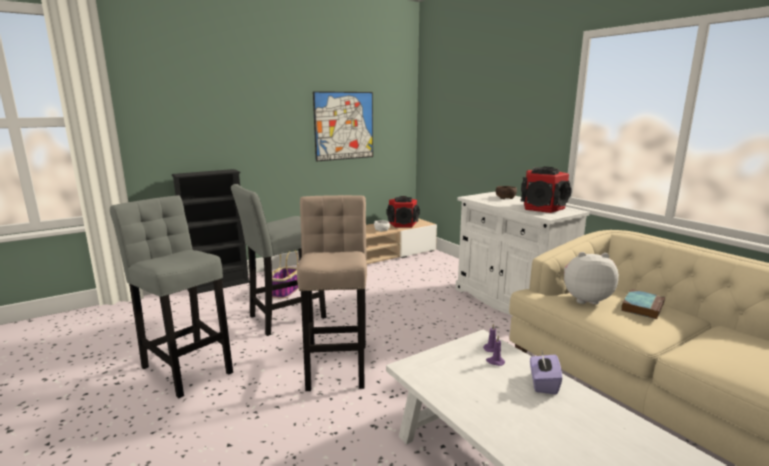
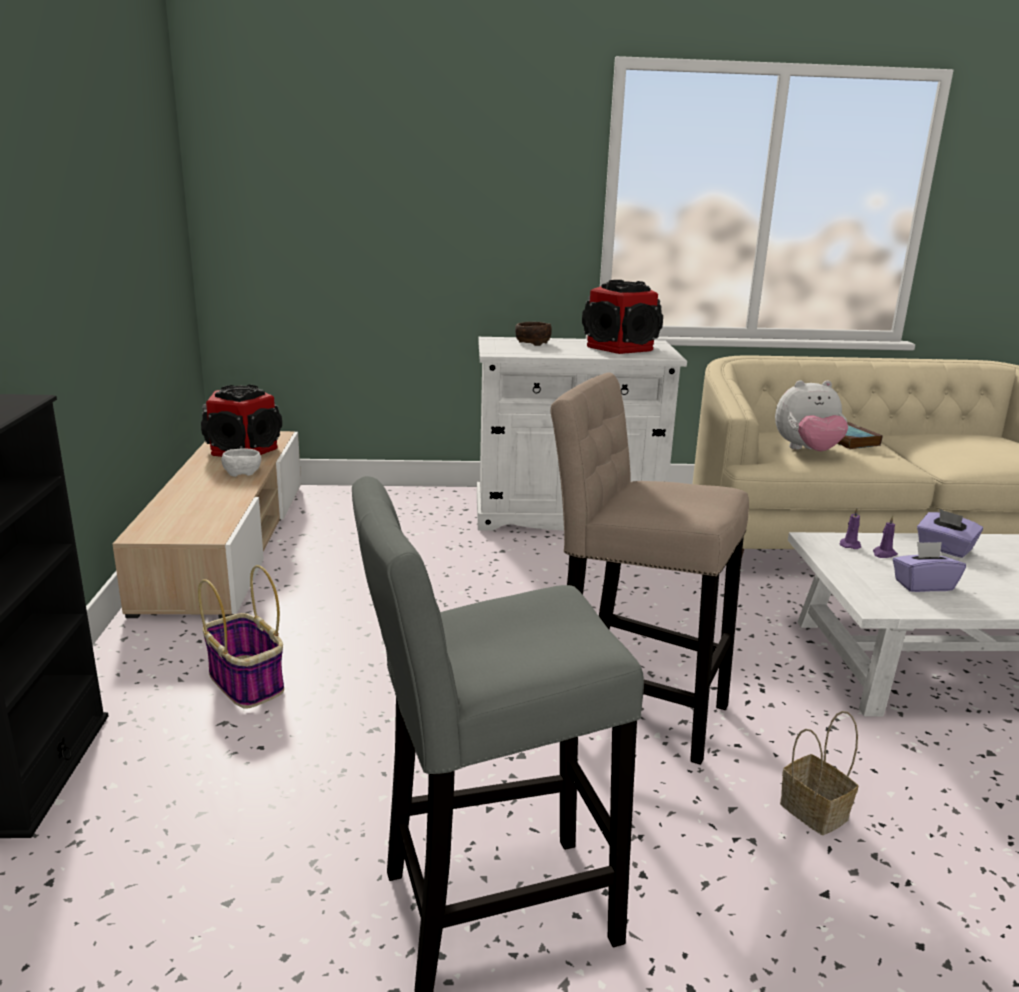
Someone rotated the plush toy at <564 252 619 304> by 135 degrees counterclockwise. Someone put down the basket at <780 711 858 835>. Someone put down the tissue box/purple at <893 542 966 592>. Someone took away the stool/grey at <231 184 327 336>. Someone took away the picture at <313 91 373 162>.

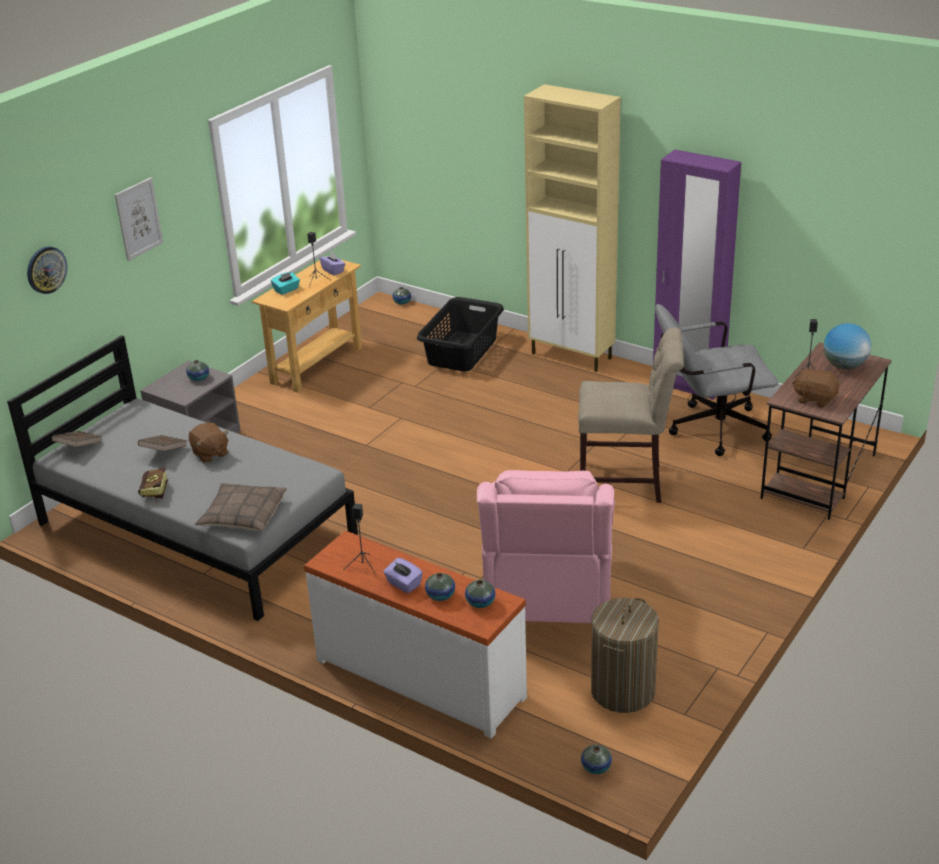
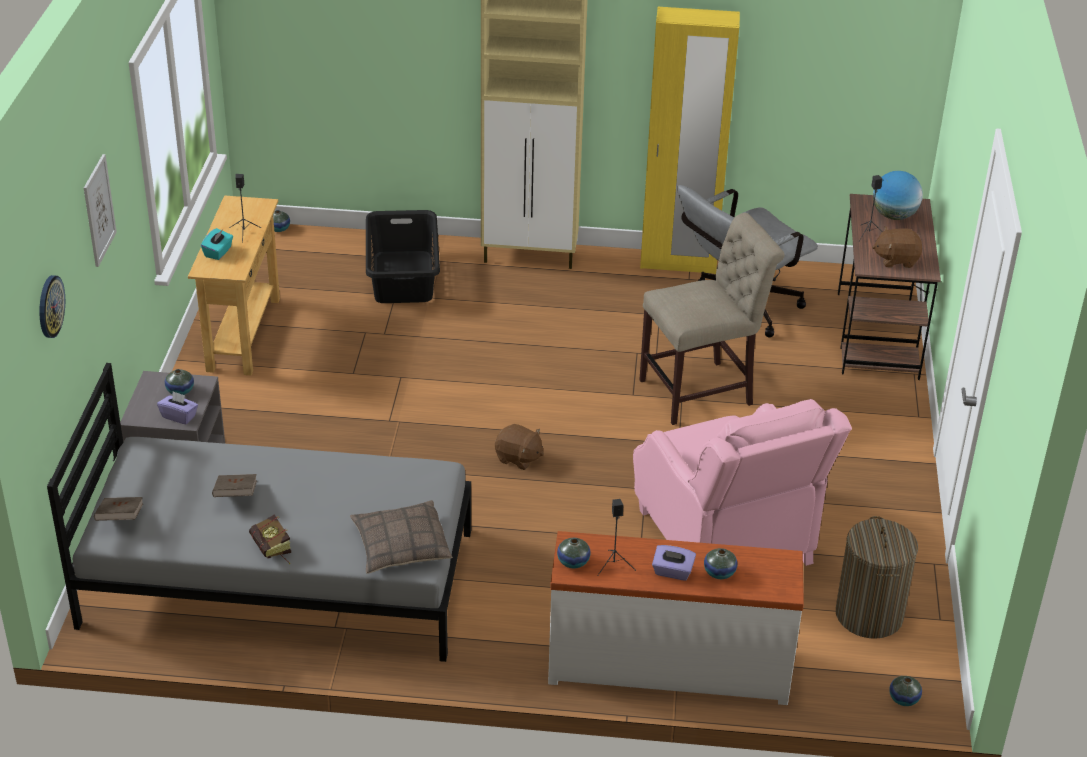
Someone carried the tissue box/purple from <319 251 345 275> to <157 391 198 425>. Someone carried the plush toy/brown from <189 423 228 463> to <495 424 544 470>. Someone carried the vase from <465 580 496 608> to <557 538 590 568>. Someone repainted the wardrobe/purple at <653 149 741 400>, which became the wardrobe/yellow at <640 7 740 274>.

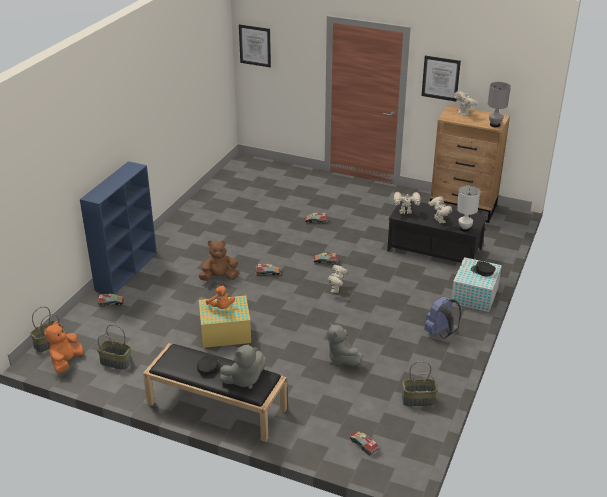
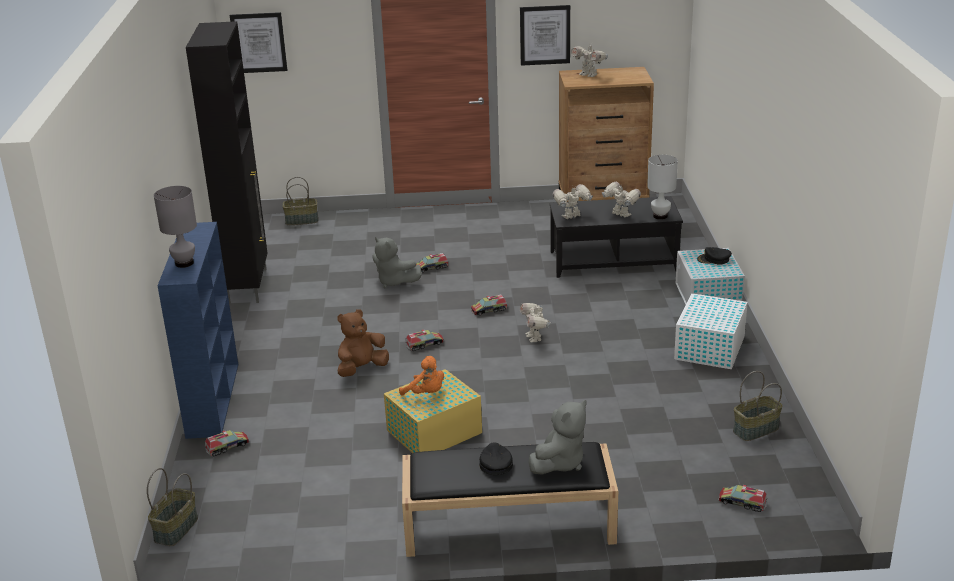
Someone carried the table lamp/grey from <488 82 511 127> to <154 186 197 268>. Someone put down the cabinet/black at <186 21 267 305>. Someone carried the basket from <97 325 132 370> to <283 177 318 225>. Someone carried the plush toy/grey from <327 322 363 366> to <372 237 422 288>. Someone swapped the backpack/blue at <424 297 461 338> for the storage box/white at <674 293 748 369>. Someone took away the plush toy/orange at <44 321 84 373>.

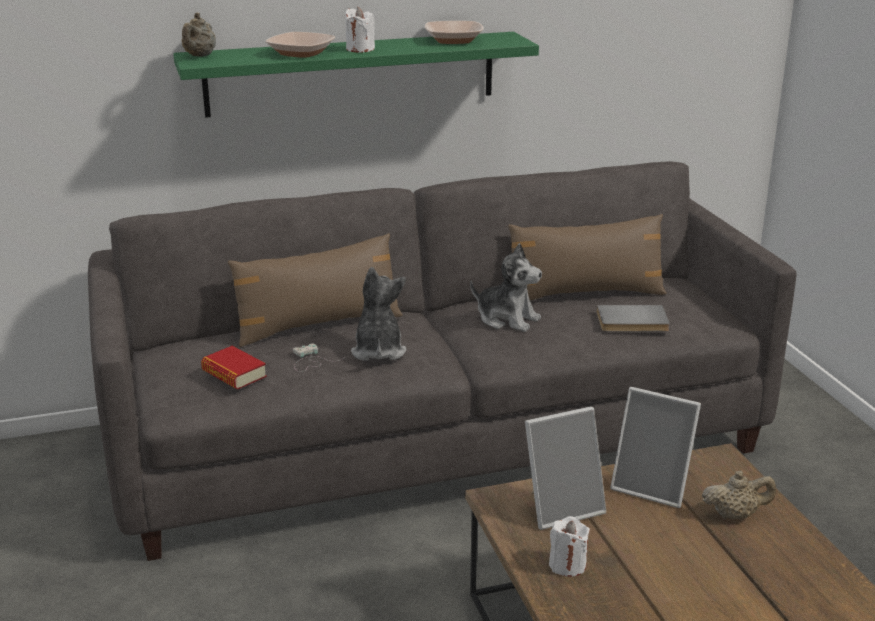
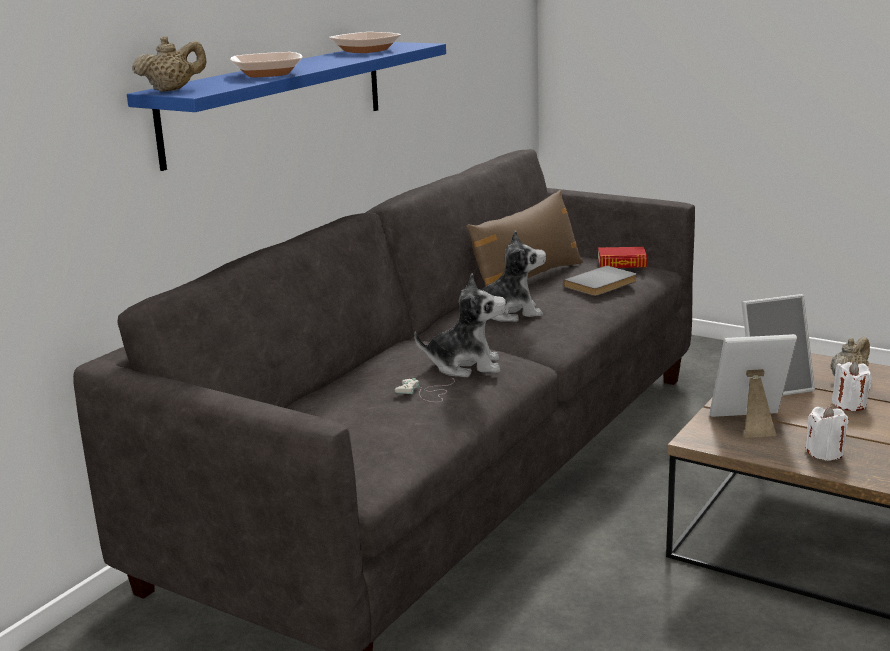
Someone repainted the shelf/green at <173 32 539 118>, which became the shelf/blue at <127 42 446 171>. Someone rotated the teapot/beige at <181 12 216 57> by 90 degrees counterclockwise. Someone rotated the plush toy at <351 267 406 361> by 135 degrees clockwise. Someone carried the book from <201 346 267 390> to <598 247 647 268>. Someone rotated the picture frame at <525 406 606 530> by 120 degrees counterclockwise. Someone carried the candle/white from <345 7 375 53> to <832 361 872 411>. Someone took away the pillow/brown at <228 233 403 347>.

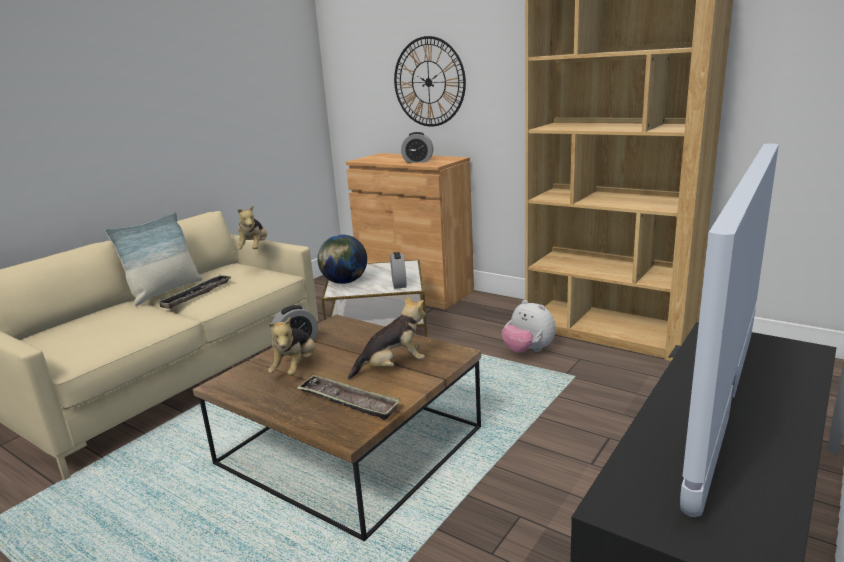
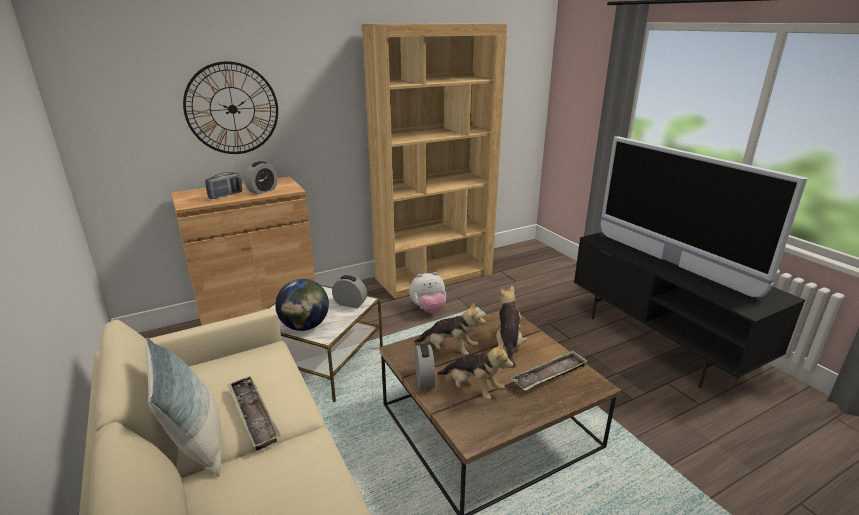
Someone put down the radio at <205 172 242 199>. Someone carried the plush toy from <237 205 267 249> to <414 302 485 355>.

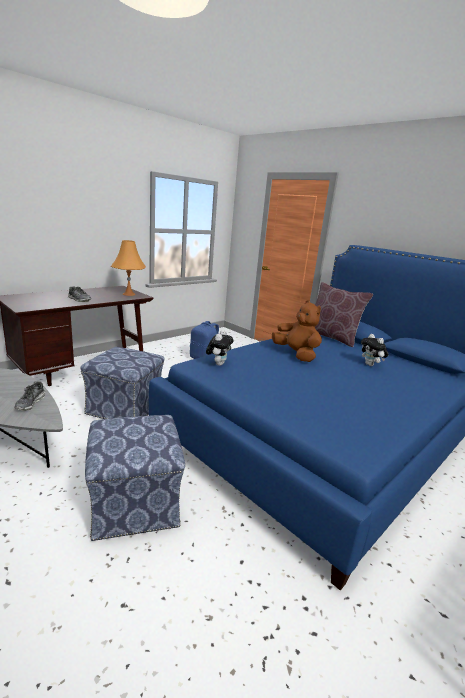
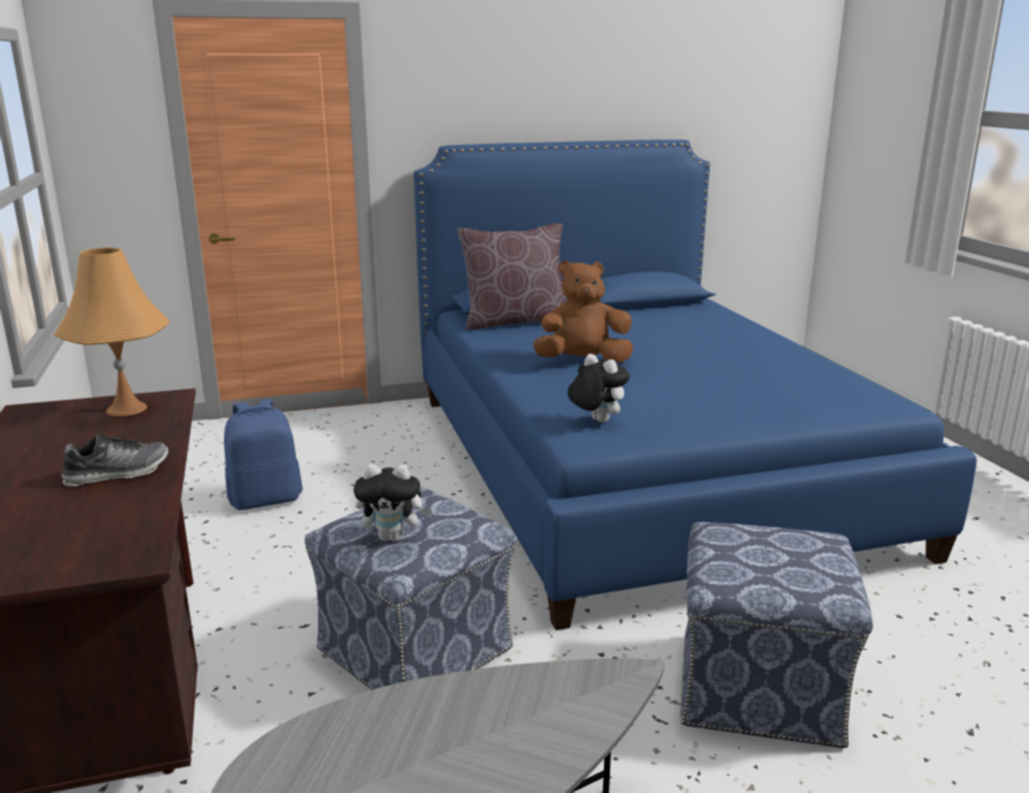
Someone carried the plush toy from <361 334 389 366> to <354 464 431 542>. Someone took away the shoe at <14 381 45 411>.

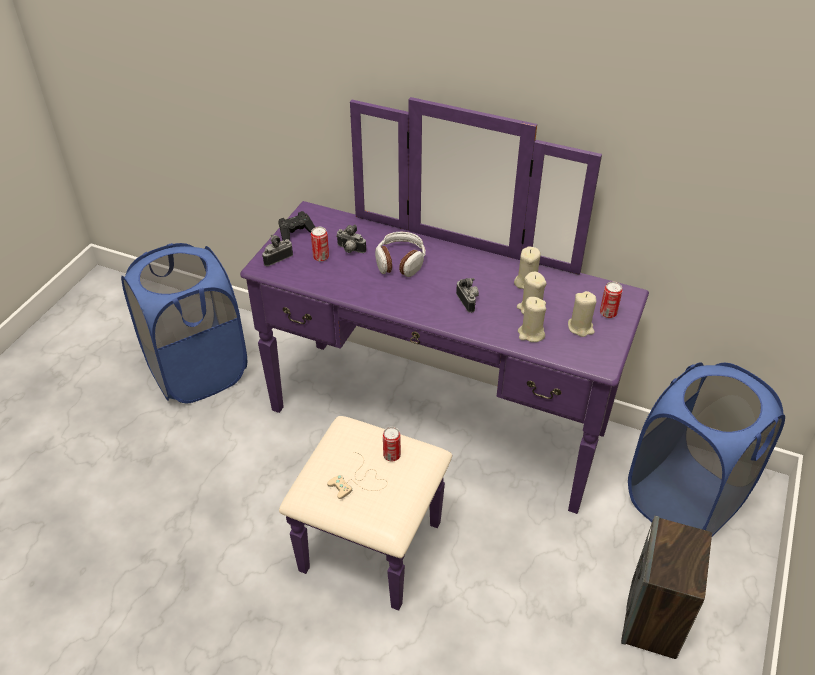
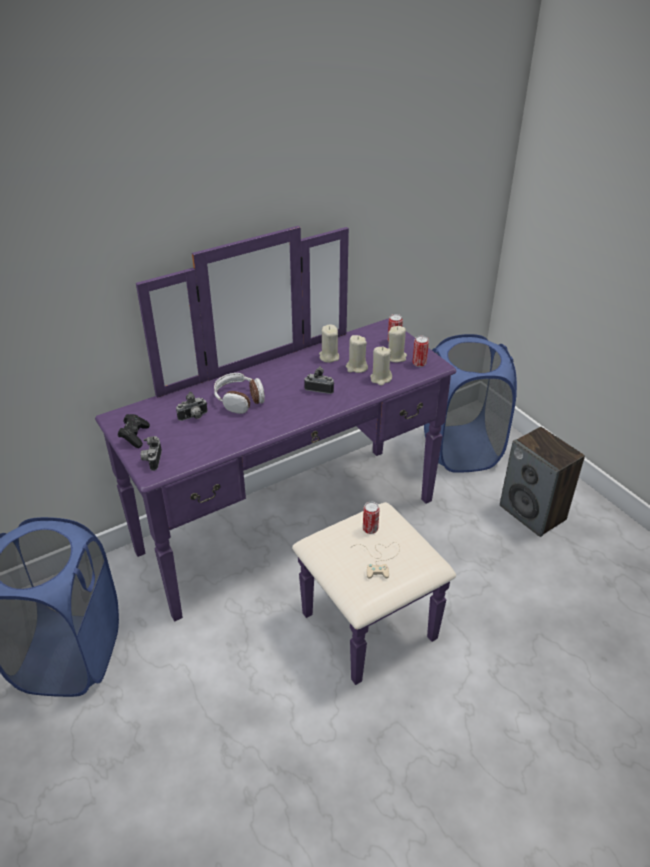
Someone carried the can from <311 227 329 262> to <413 336 429 367>.

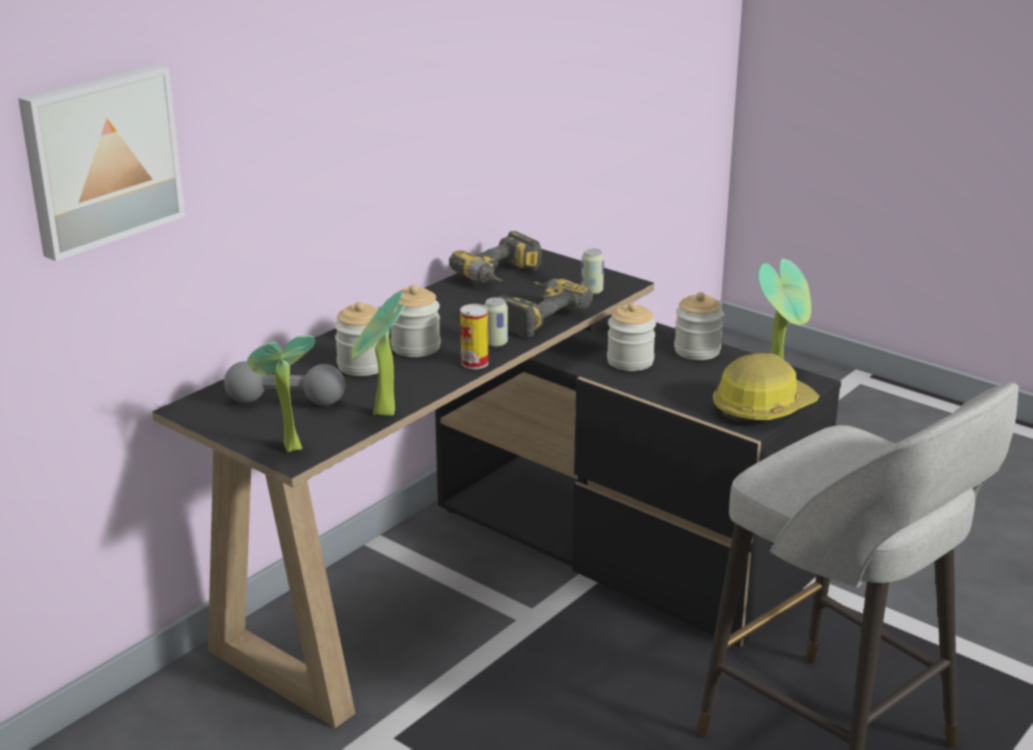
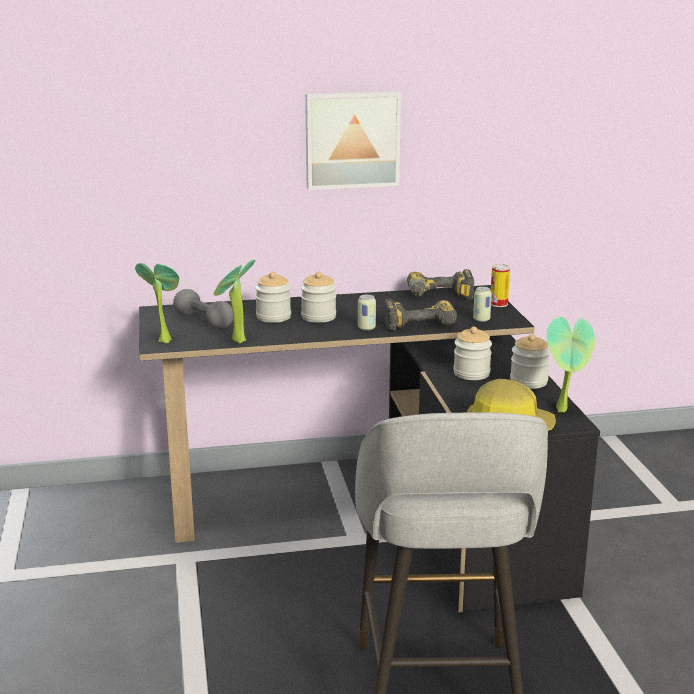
Someone carried the picture from <18 64 185 261> to <305 91 401 190>. Someone carried the can from <460 304 488 369> to <491 264 510 307>.

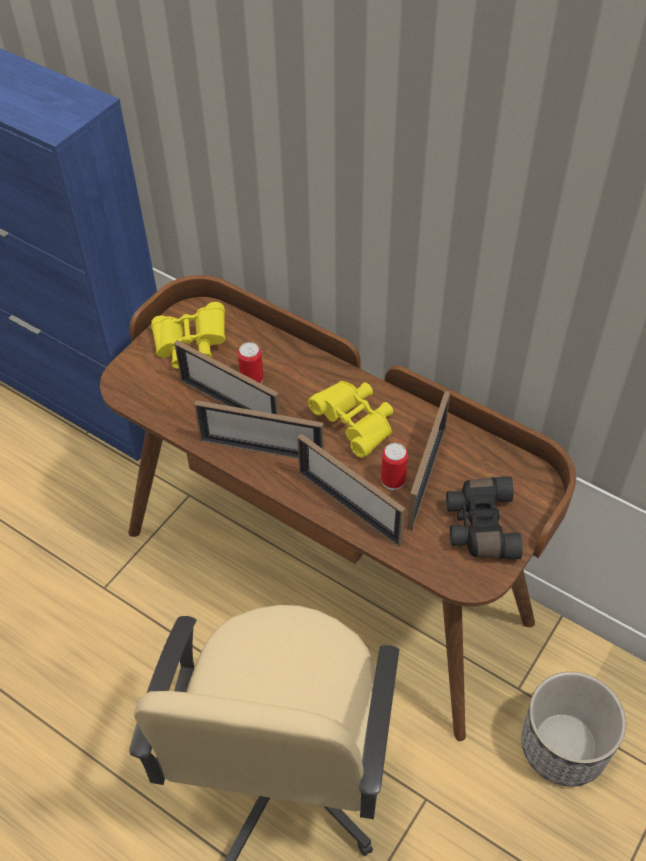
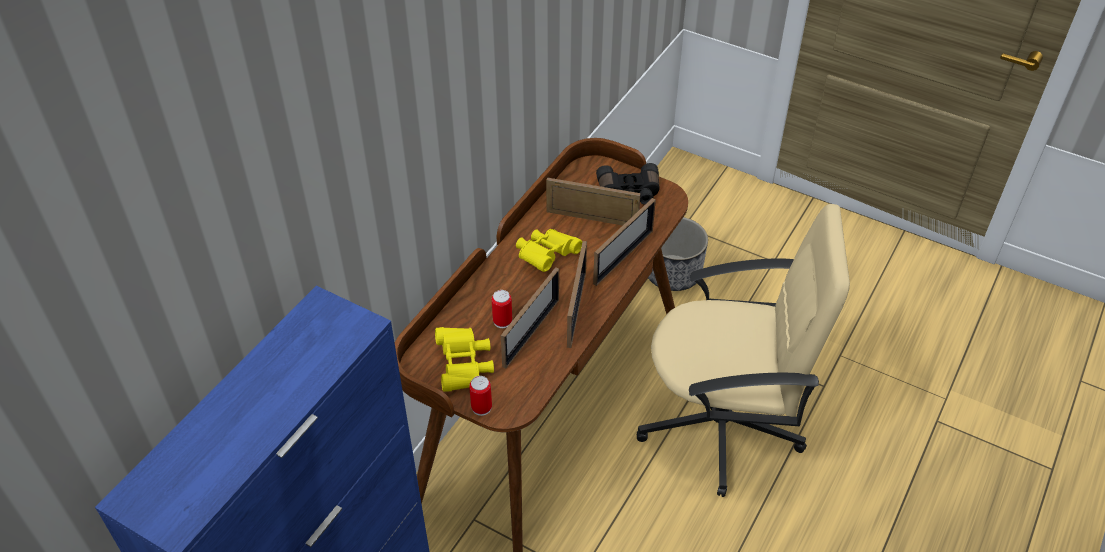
Someone carried the can from <381 443 408 490> to <469 376 492 416>.

